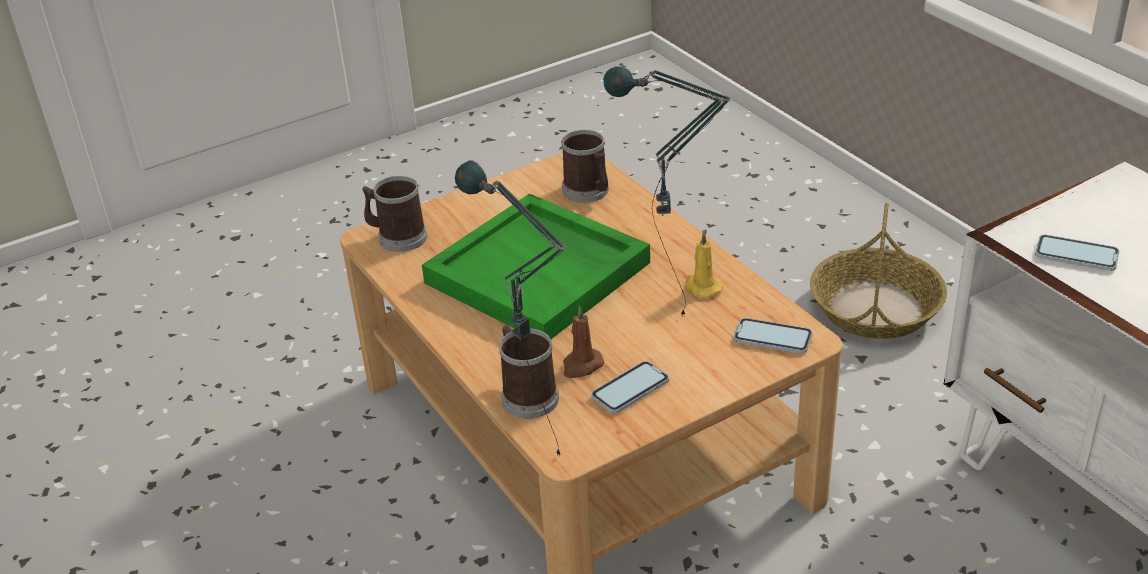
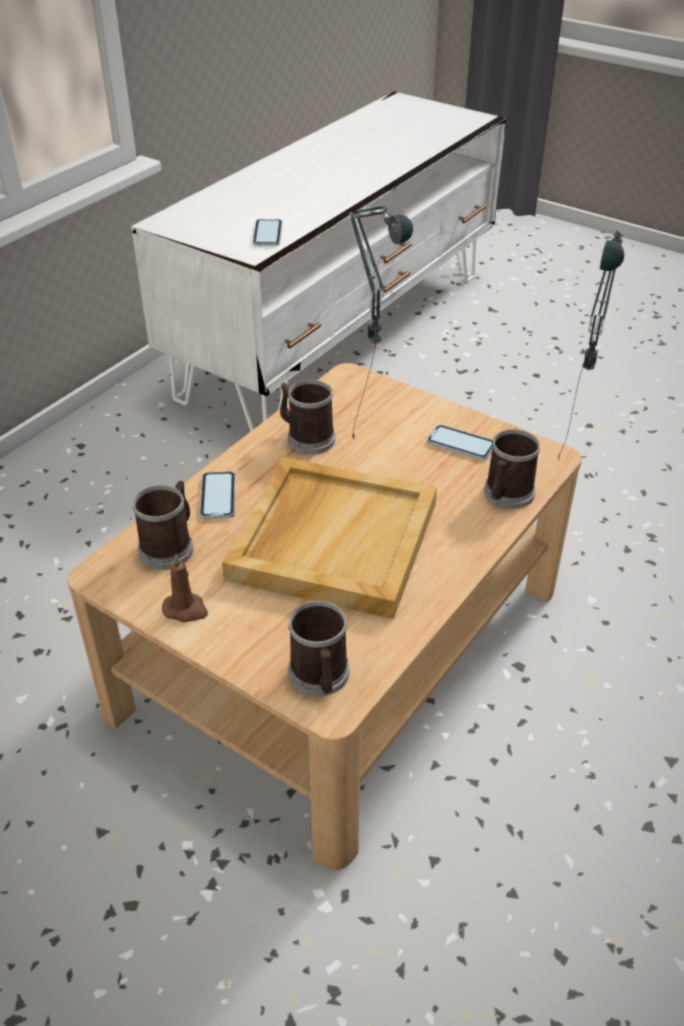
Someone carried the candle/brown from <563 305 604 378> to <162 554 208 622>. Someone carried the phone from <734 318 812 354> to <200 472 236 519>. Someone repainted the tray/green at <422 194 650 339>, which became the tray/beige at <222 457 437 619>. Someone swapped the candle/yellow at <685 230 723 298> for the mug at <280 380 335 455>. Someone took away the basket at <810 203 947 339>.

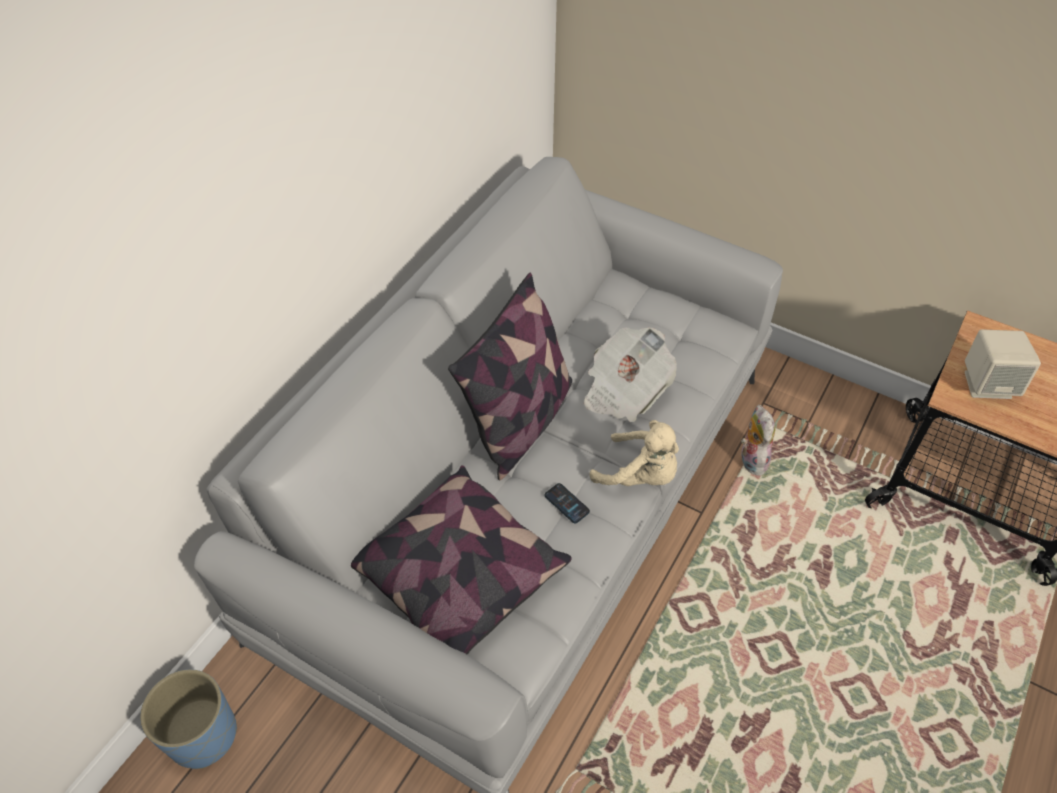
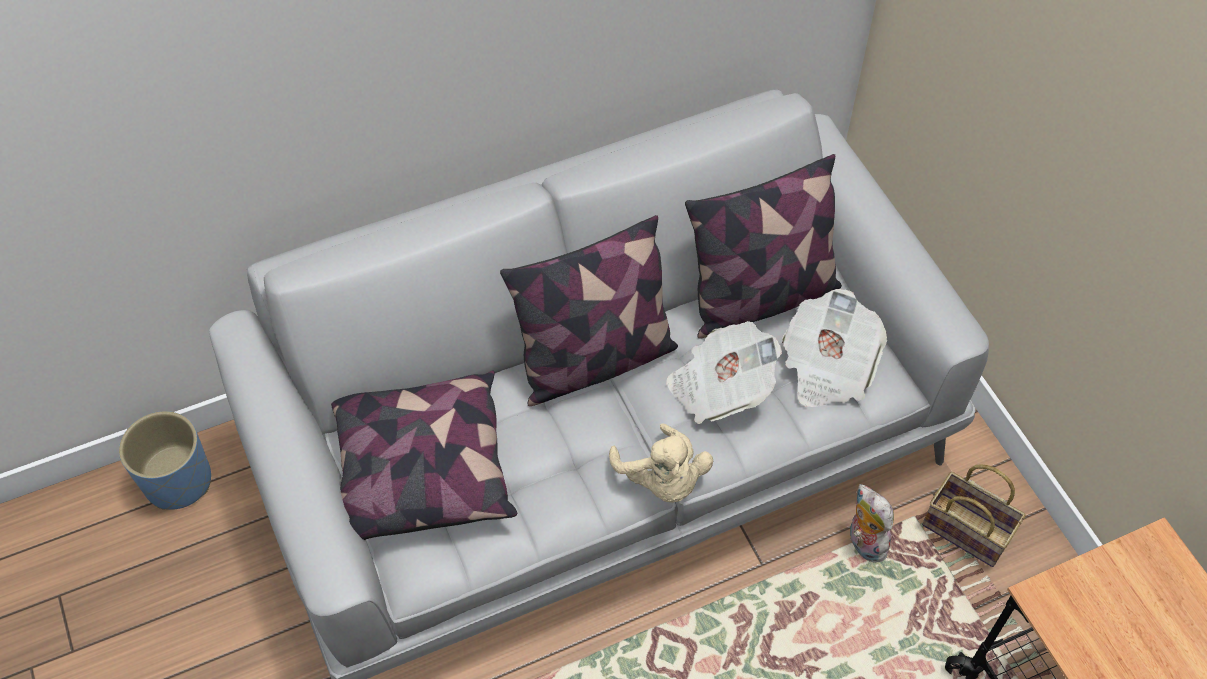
Someone put down the pillow at <685 154 842 339>. Someone put down the newspaper at <782 289 887 407>. Someone rotated the plush toy at <740 404 775 476> by 60 degrees counterclockwise. Someone put down the basket at <922 464 1026 567>. Someone took away the phone at <545 483 590 524>. Someone took away the speaker/beige at <965 329 1041 399>.

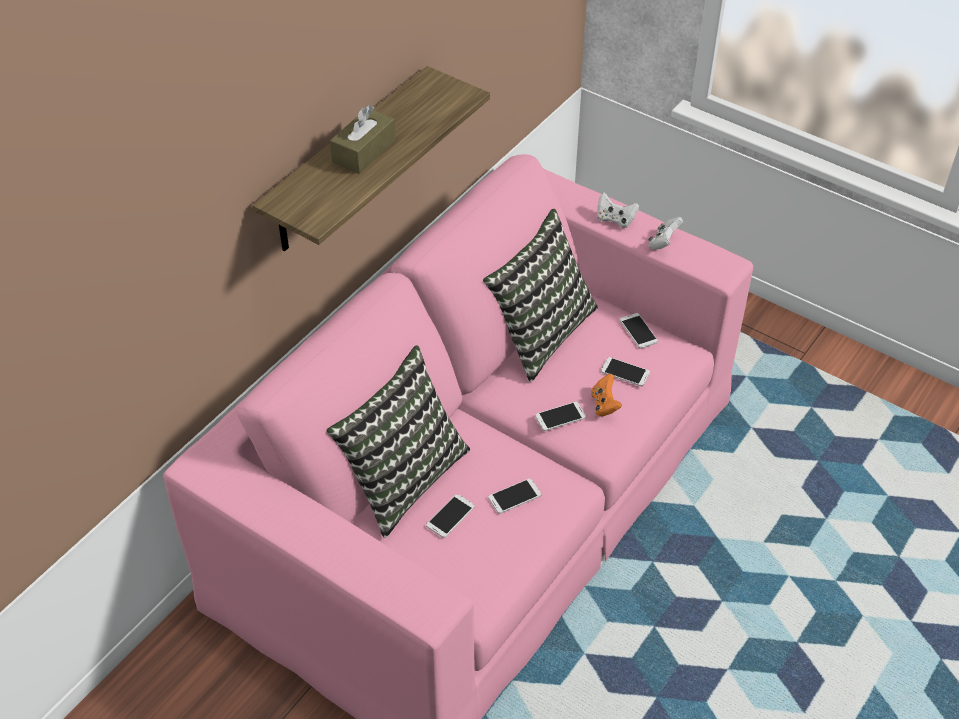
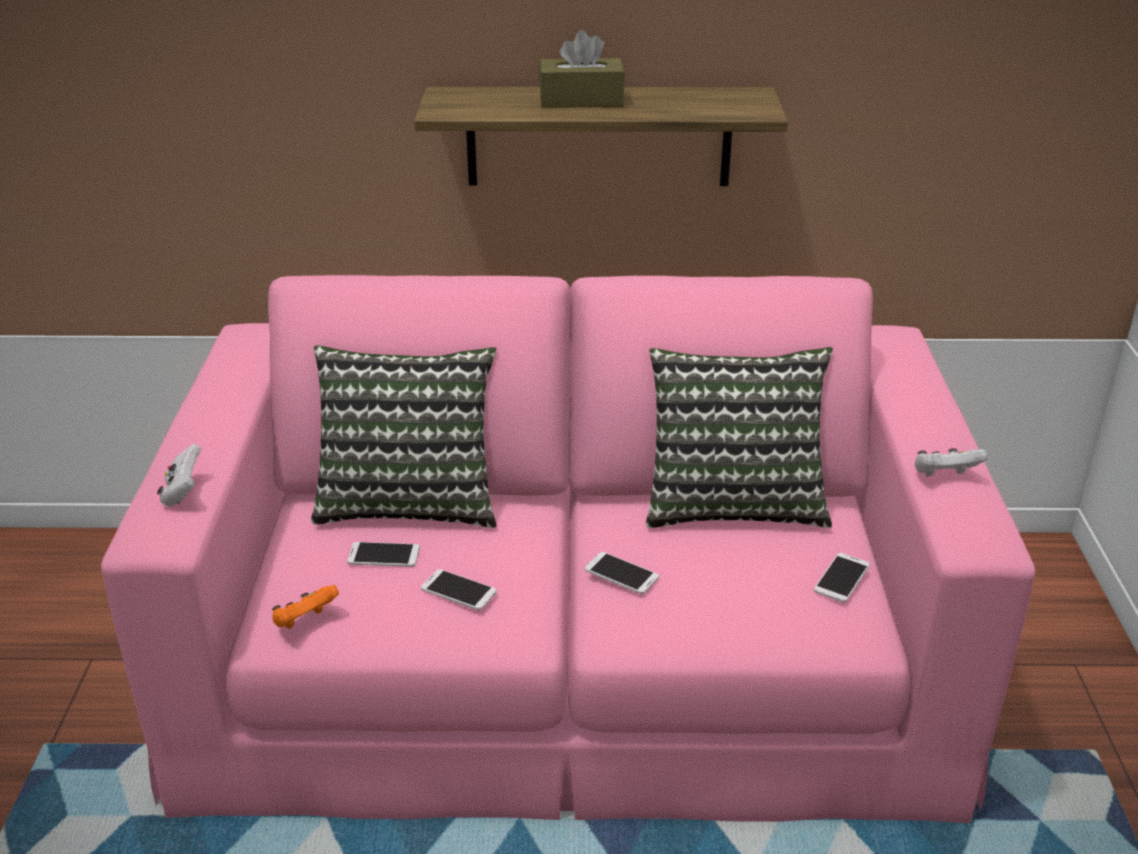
Someone carried the game controller/white from <597 192 639 228> to <157 444 202 507>. Someone carried the game controller/orange from <591 374 622 417> to <272 585 339 629>. Someone took away the phone at <601 357 650 386>.

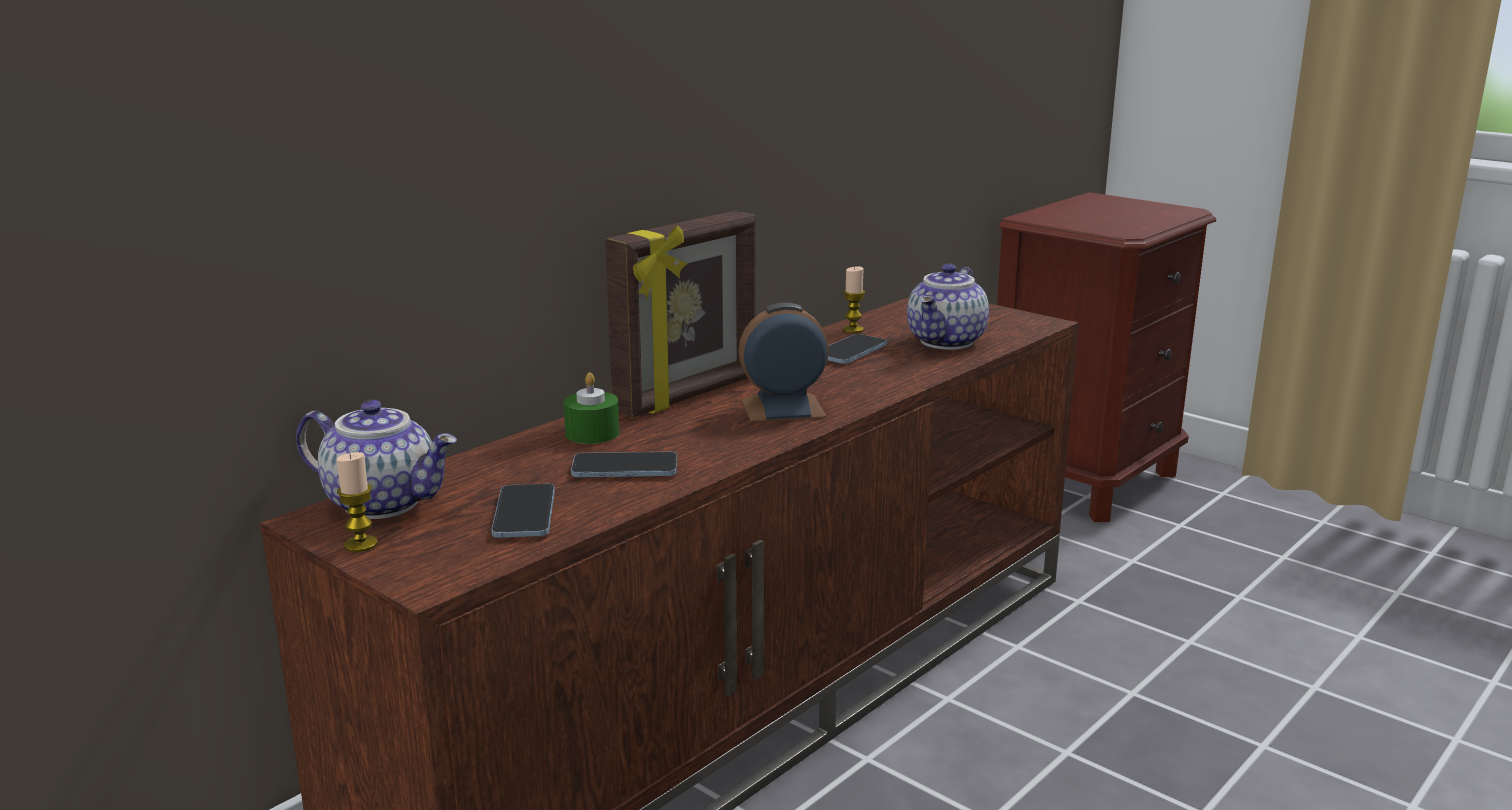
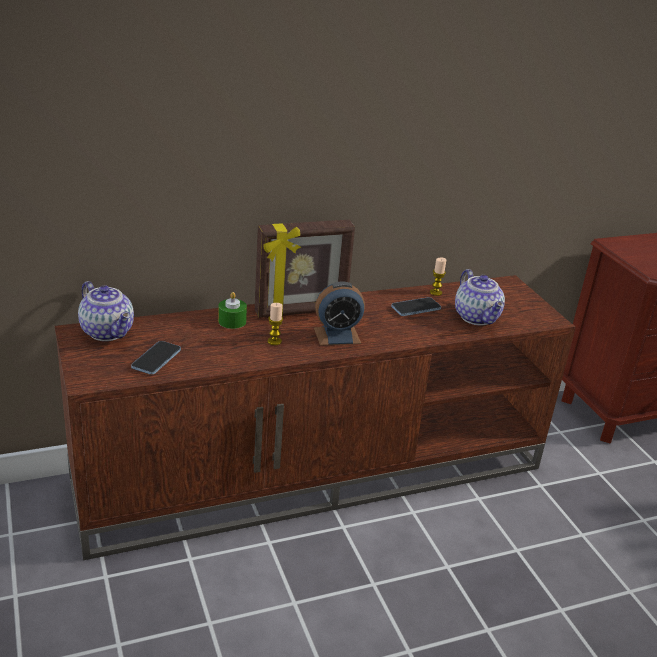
Someone carried the candle from <337 452 378 552> to <267 303 283 345>. Someone rotated the alarm clock at <739 302 829 422> by 150 degrees clockwise. Someone rotated the teapot at <907 264 989 350> by 75 degrees counterclockwise. Someone took away the phone at <571 452 677 477>.

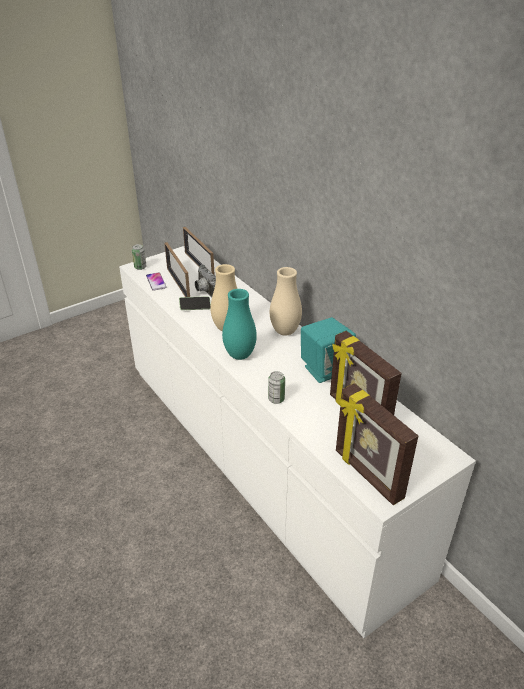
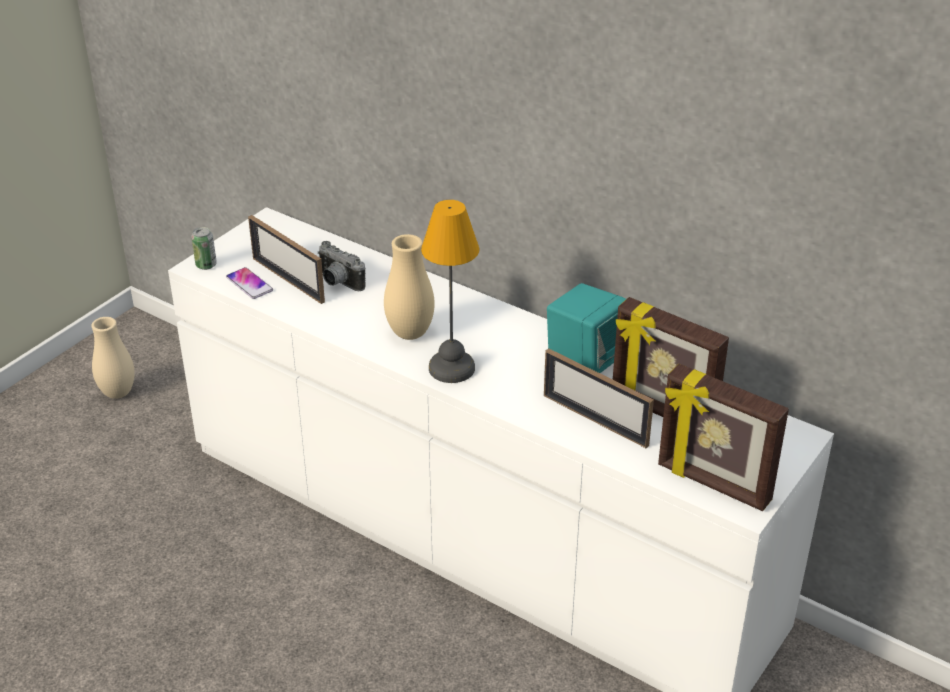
Someone carried the vase/beige from <270 267 302 336> to <91 317 135 399>. Someone swapped the vase/turquoise at <222 289 257 360> for the table lamp at <421 200 479 383>. Someone carried the picture frame from <183 227 215 275> to <544 348 654 448>. Someone took away the phone at <179 296 211 310>. Someone took away the can at <268 371 285 404>.

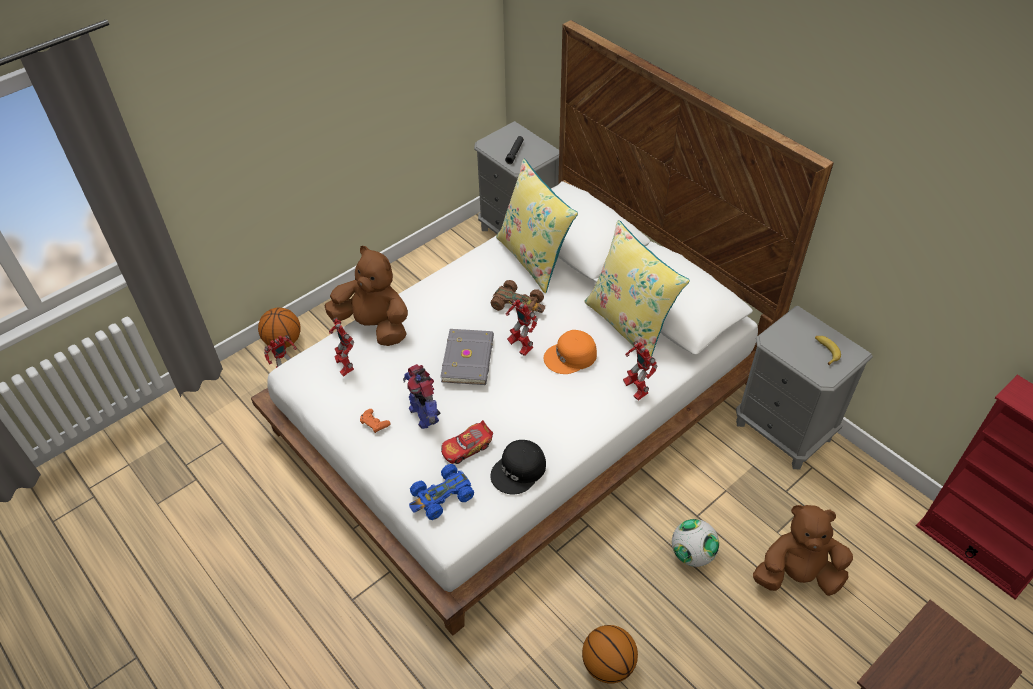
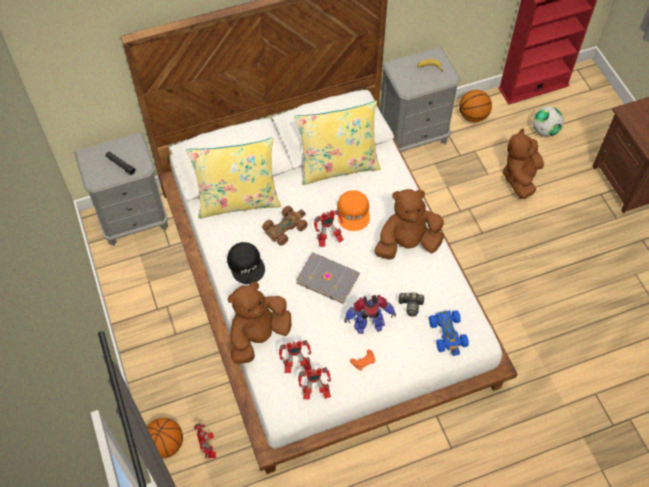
Someone carried the cap/black from <490 440 546 495> to <227 242 265 284>. Someone carried the toy robot from <623 341 658 401> to <298 367 331 400>. Someone put down the plush toy/brown at <374 189 444 260>. Someone swapped the toy car at <441 420 493 464> for the photo camera at <398 293 424 317>. Someone carried the basketball from <582 625 638 683> to <459 90 492 122>. Someone carried the football from <672 519 719 567> to <533 106 564 137>.

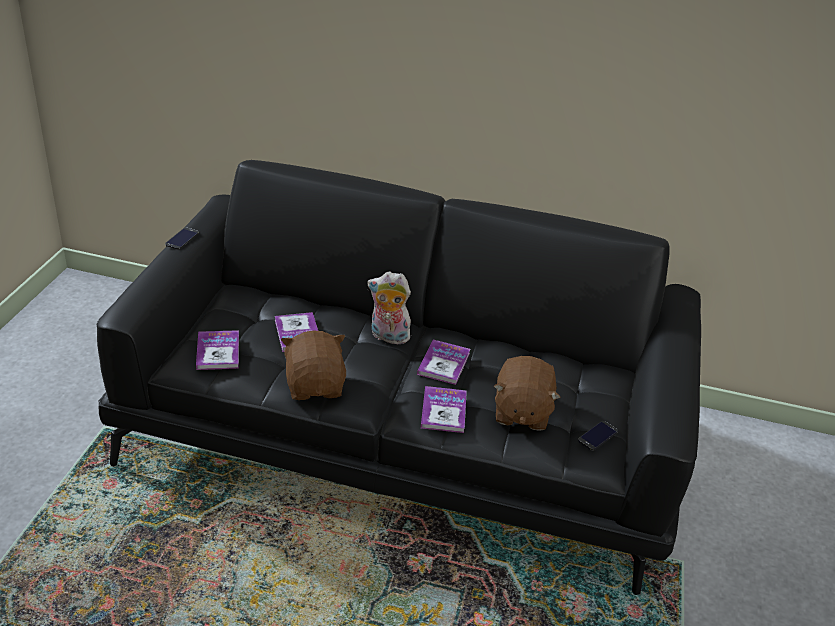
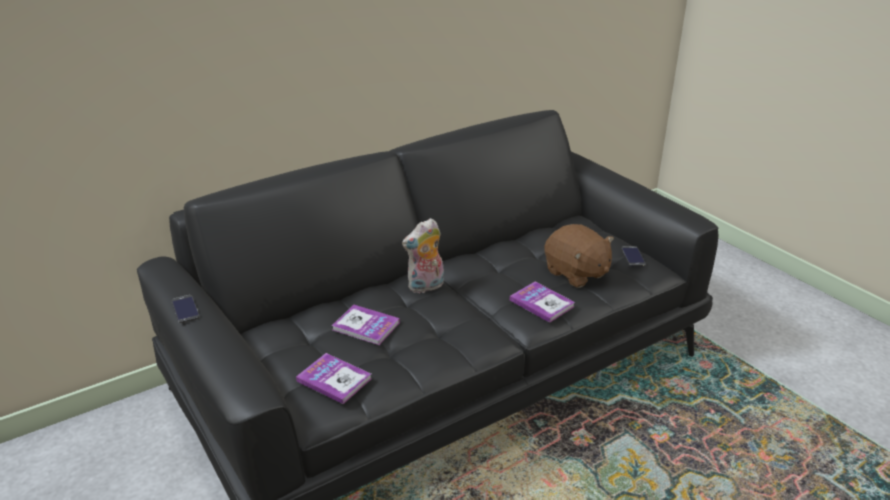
Someone took away the plush toy/brown at <281 331 346 400>. Someone took away the book at <417 340 470 385>.

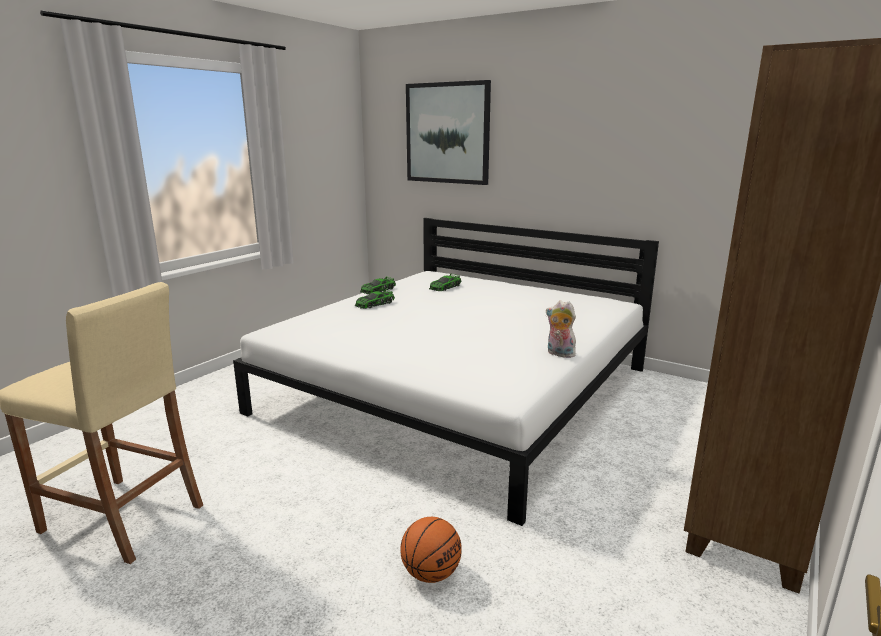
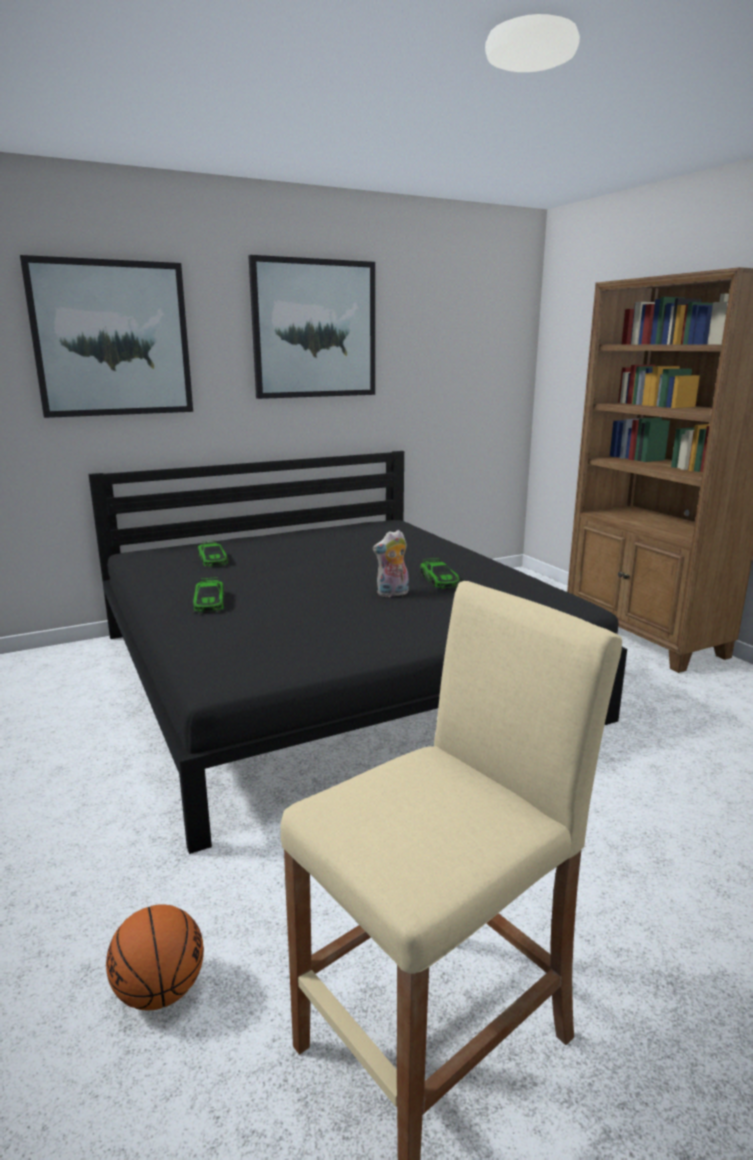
Someone repainted the bed/white at <233 218 659 526>, which became the bed/black at <88 451 627 854>. Someone carried the basketball from <400 517 462 583> to <106 905 204 1010>. Someone put up the picture at <248 255 375 399>. Someone carried the plush toy from <546 301 576 358> to <373 530 409 597>. Someone carried the toy car from <360 276 396 294> to <420 558 460 589>.

